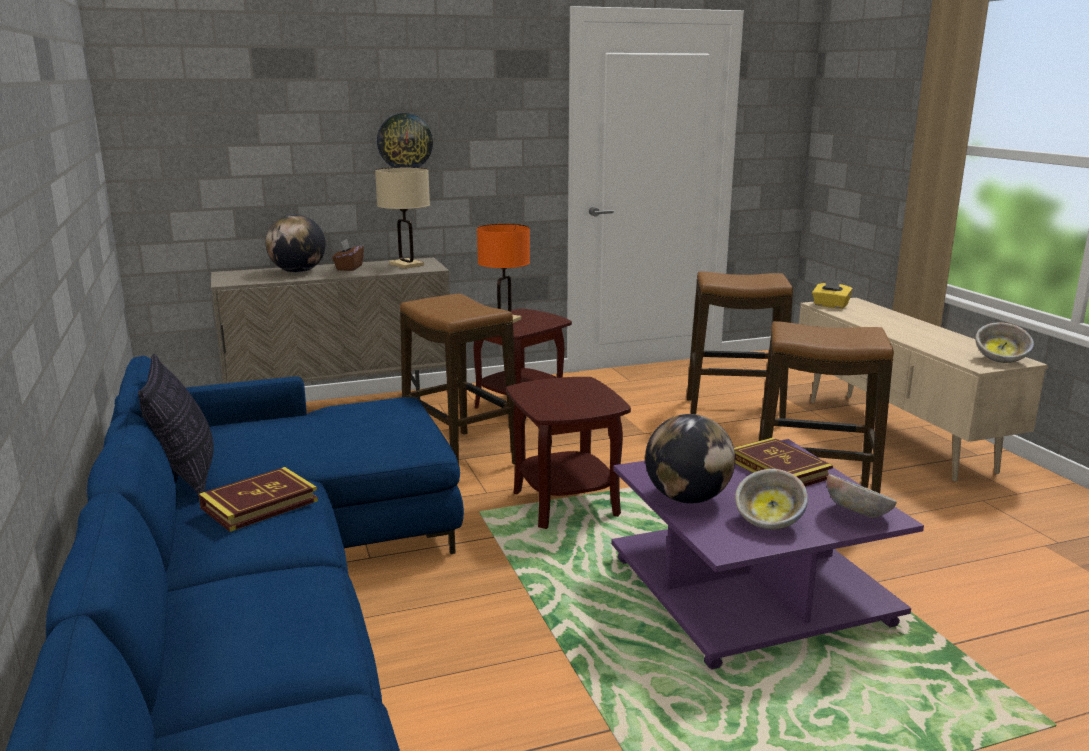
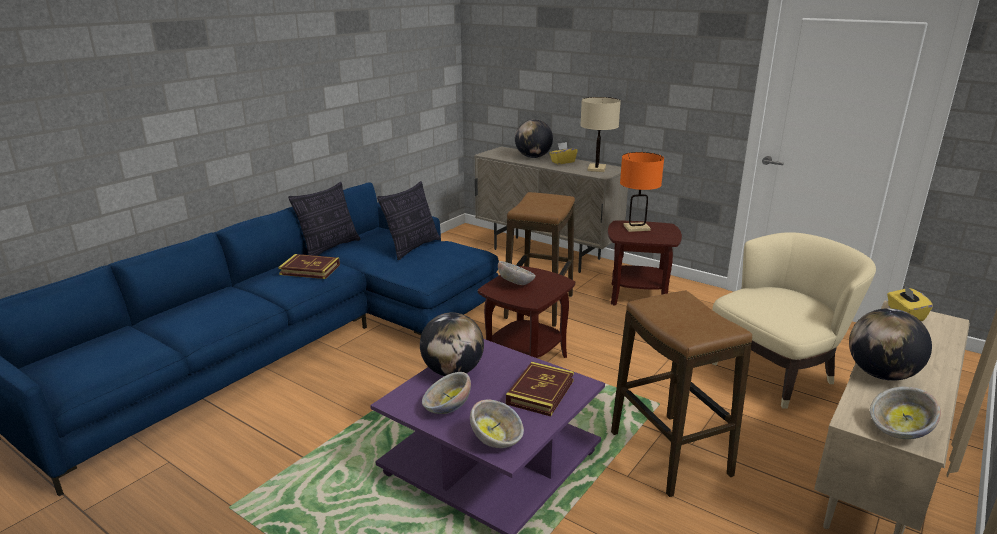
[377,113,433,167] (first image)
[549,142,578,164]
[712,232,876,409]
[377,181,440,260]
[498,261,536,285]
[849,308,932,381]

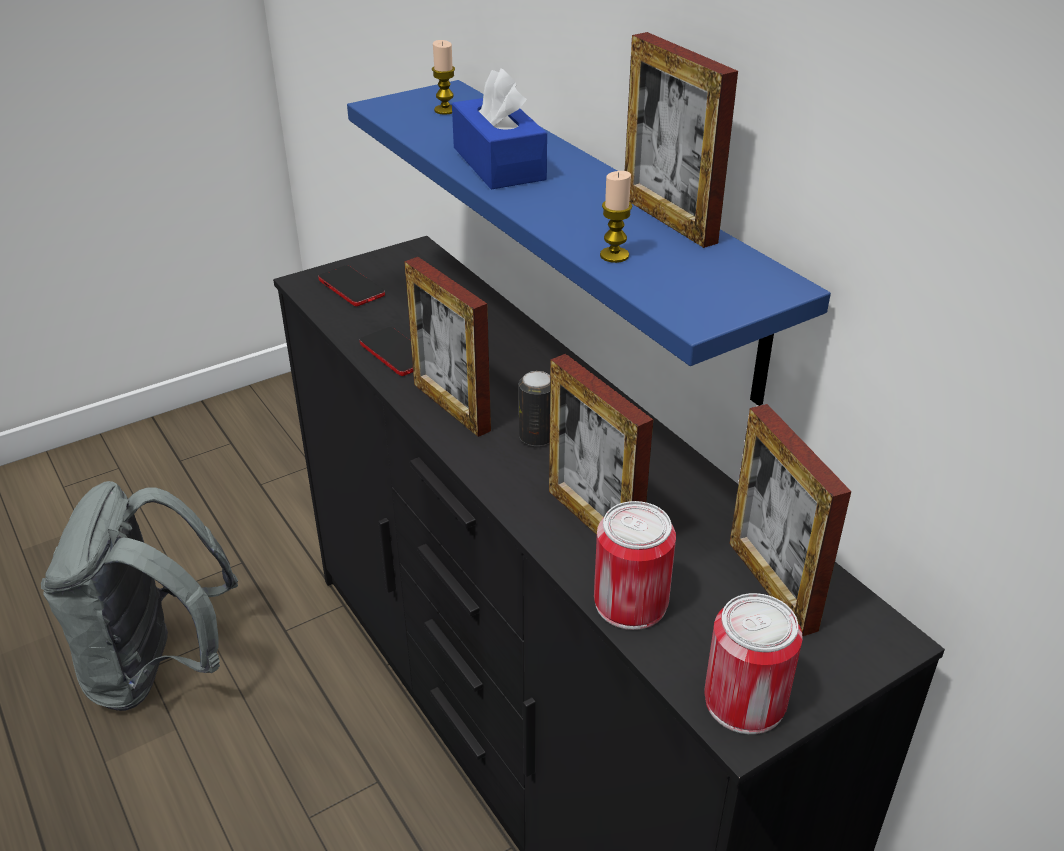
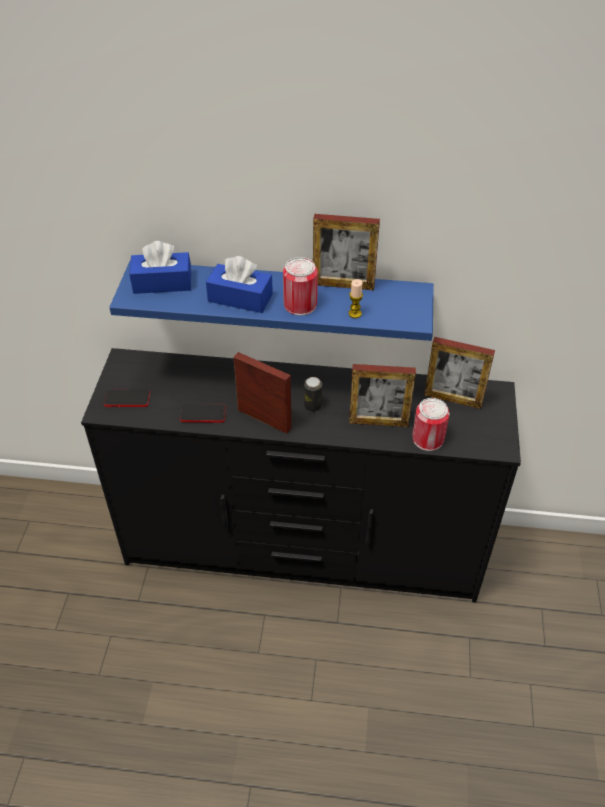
[129,241,191,294]
[234,352,291,434]
[41,481,238,711] (first image)
[283,257,318,316]

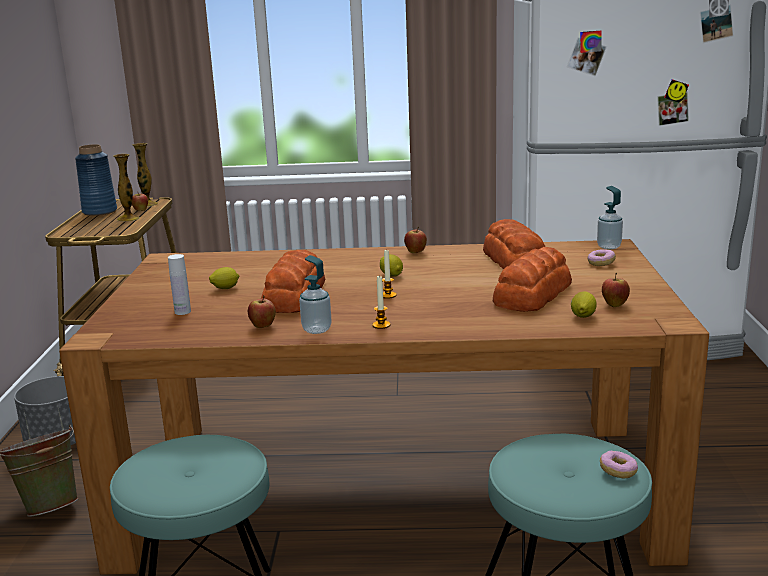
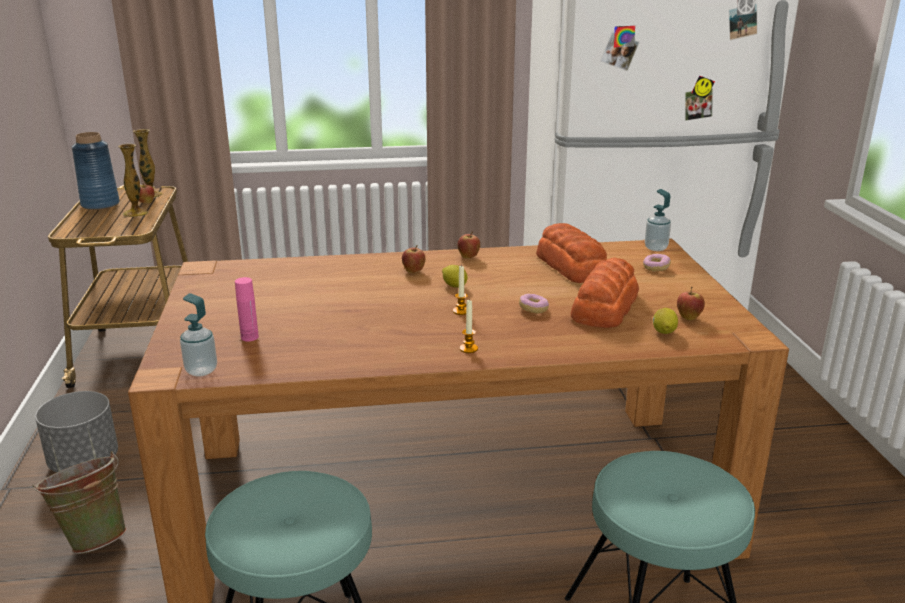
[261,250,325,313] (first image)
[235,277,259,342]
[180,293,217,376]
[209,267,239,289] (first image)
[402,245,426,273]
[519,294,549,313]

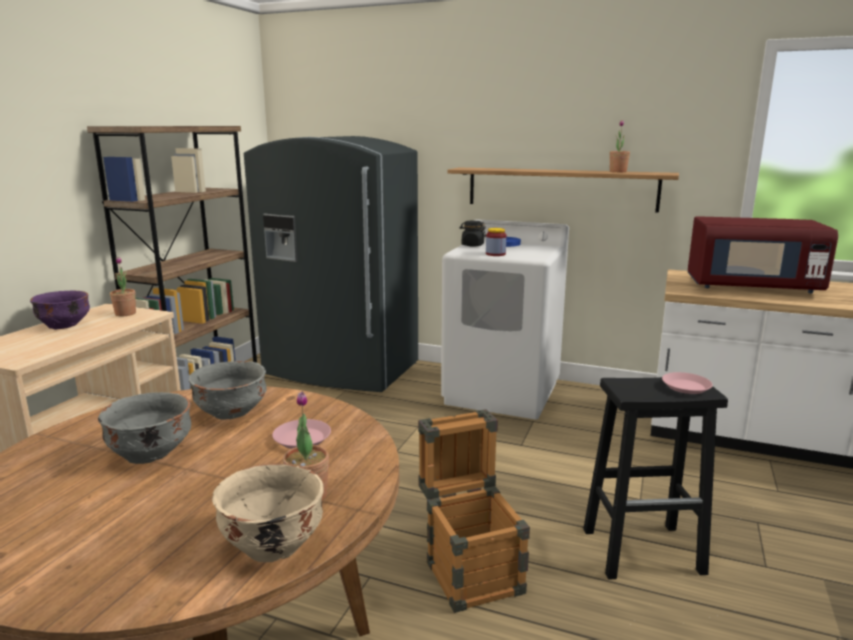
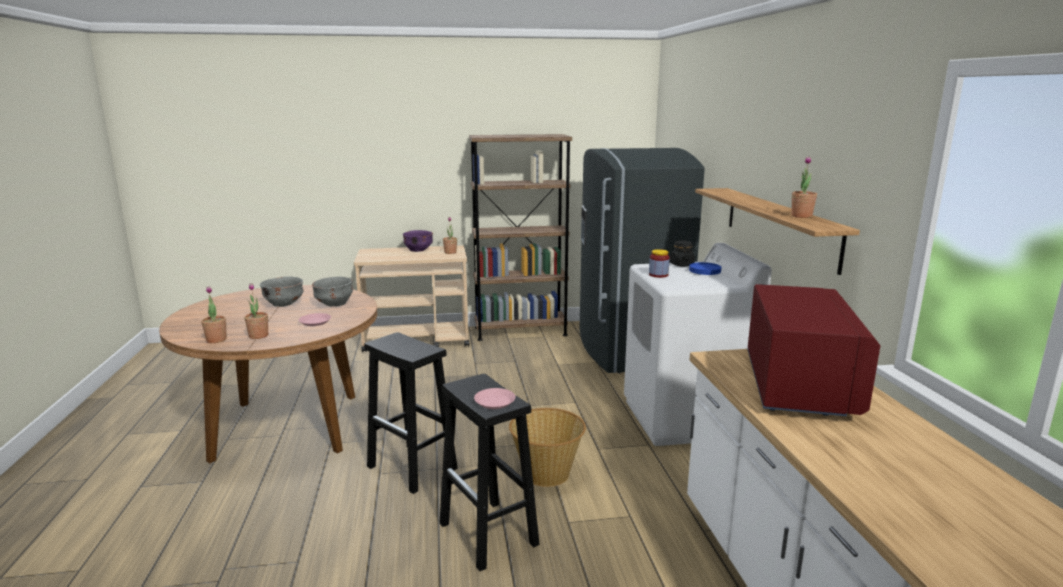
[748,284,880,416]
[364,332,458,494]
[201,286,227,343]
[509,408,586,487]

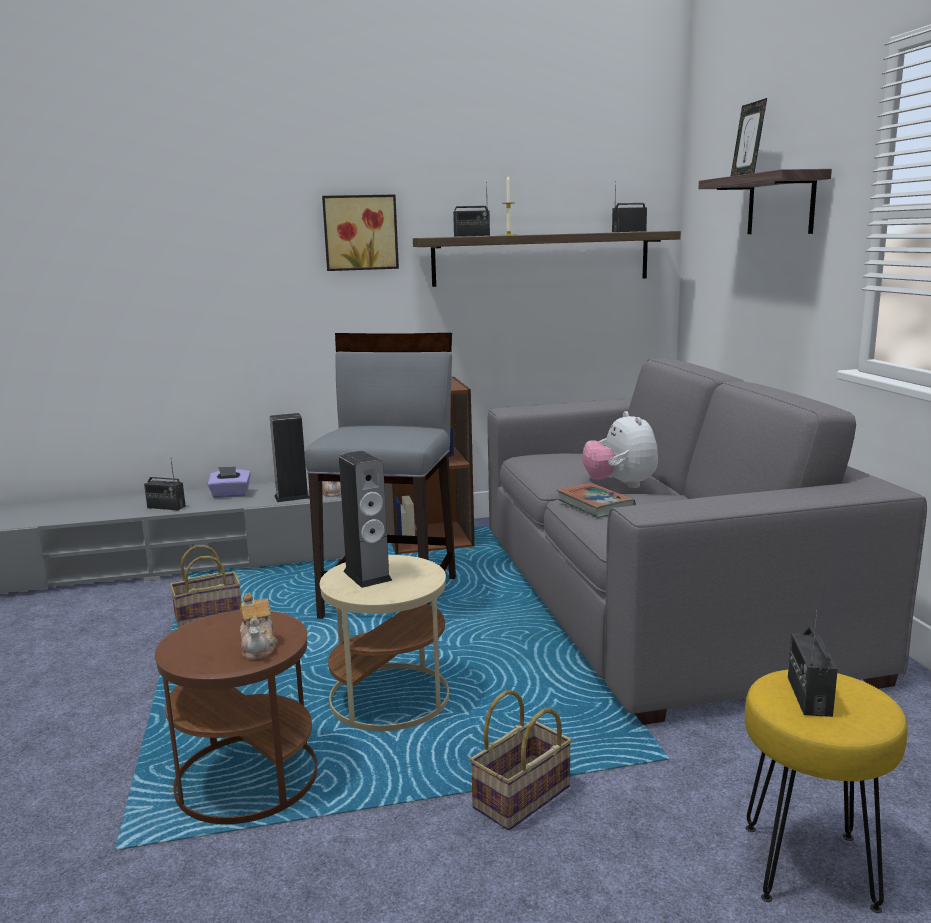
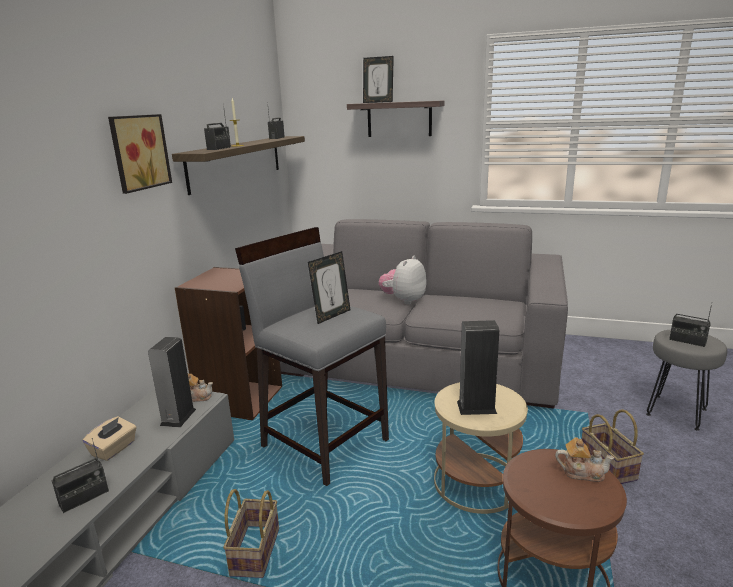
[379,256,427,305]
[83,416,137,461]
[556,483,636,518] (first image)
[646,330,727,431]
[308,251,350,324]

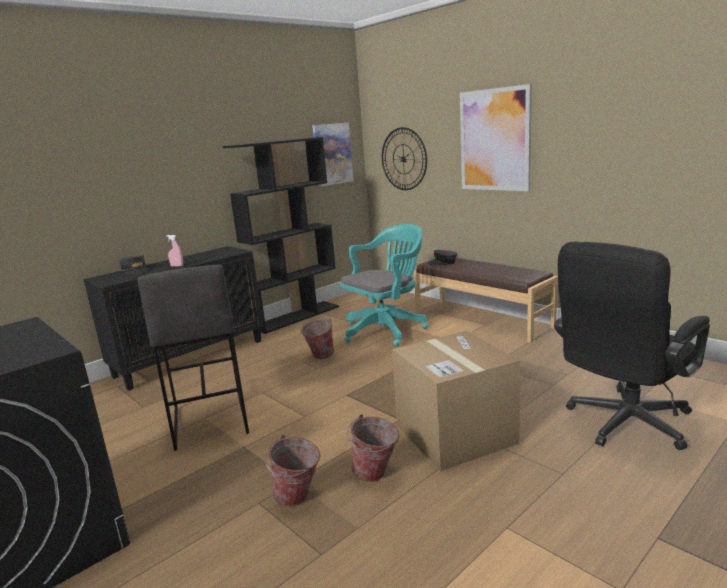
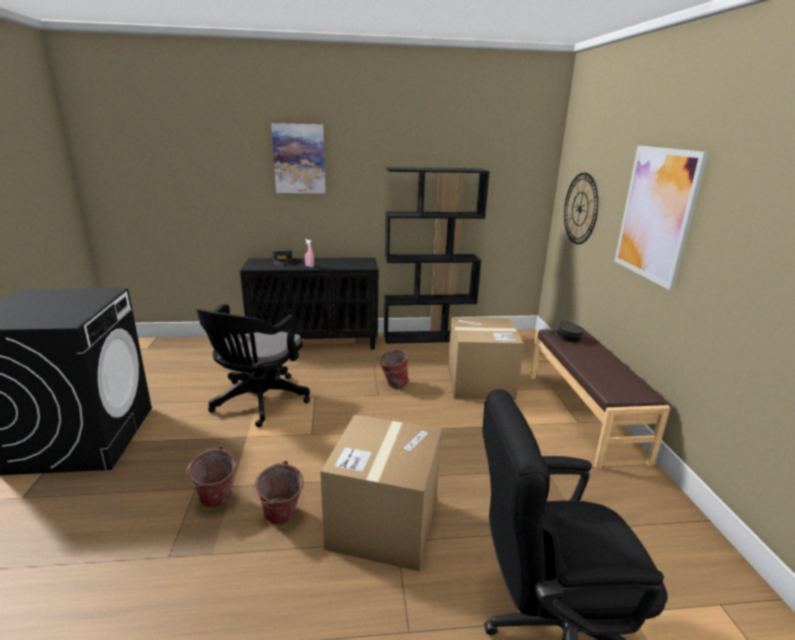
[271,123,325,193]
[448,317,524,400]
[196,304,310,427]

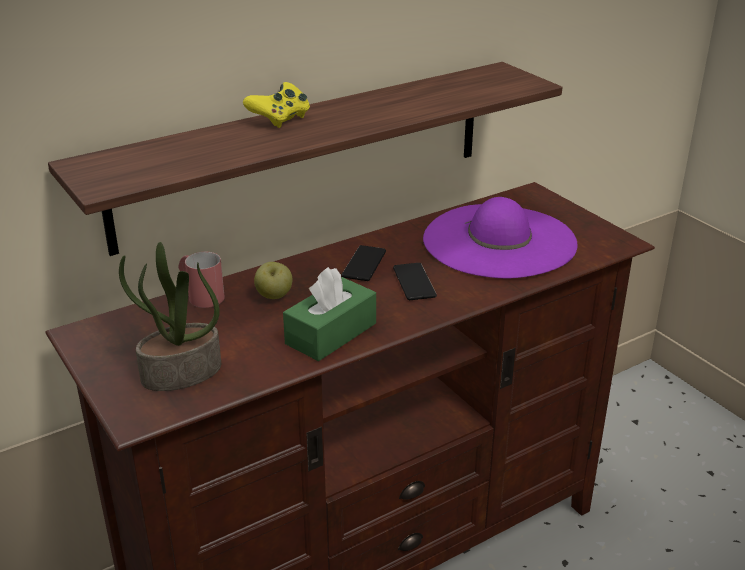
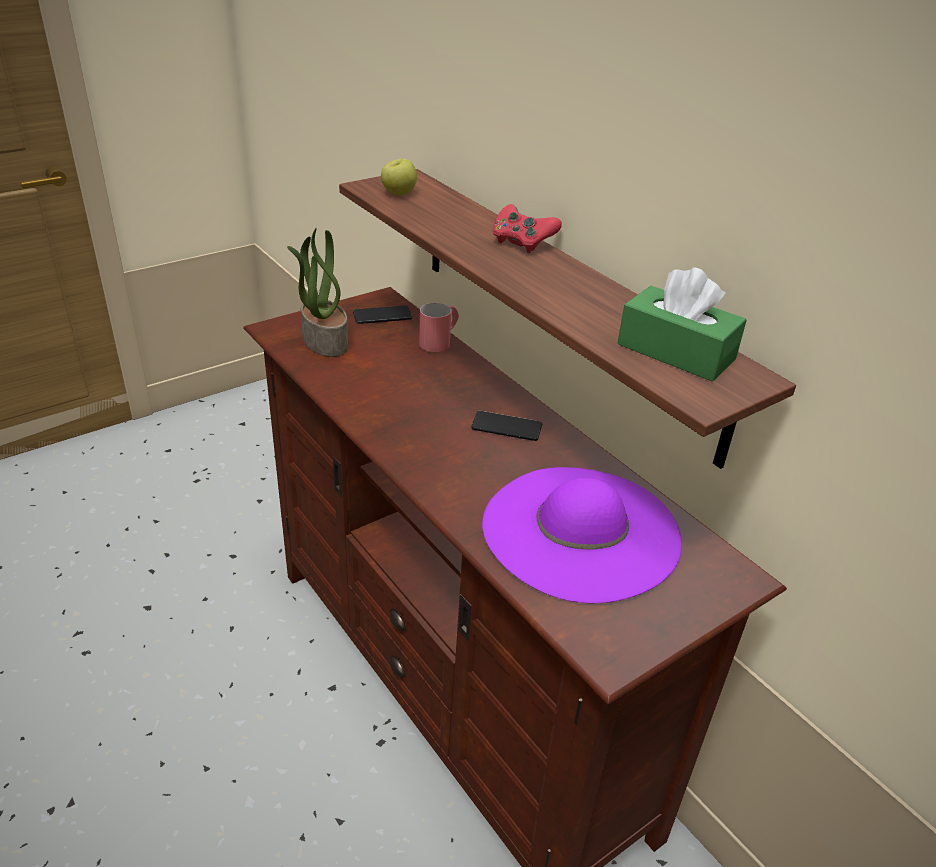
[492,204,562,253]
[381,159,417,195]
[353,305,412,324]
[618,267,747,381]

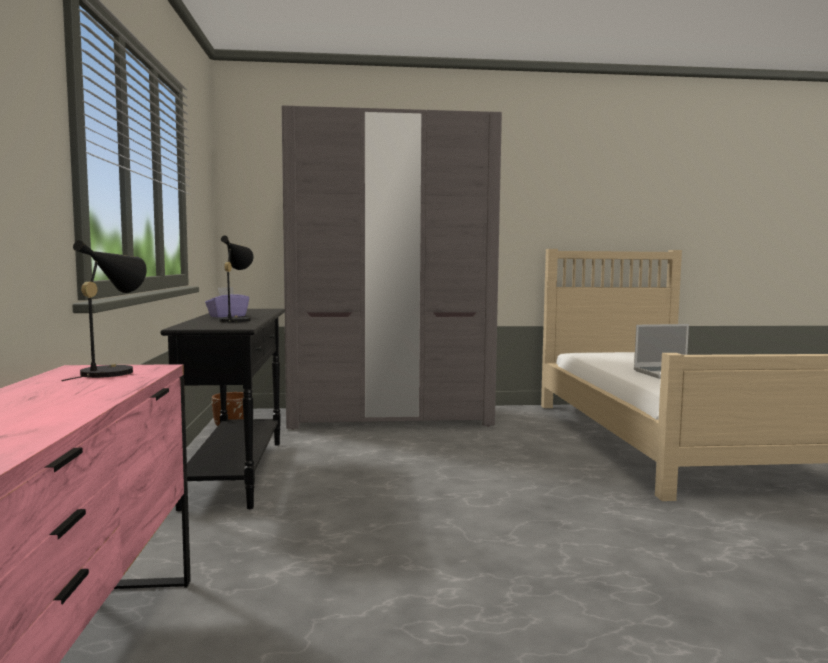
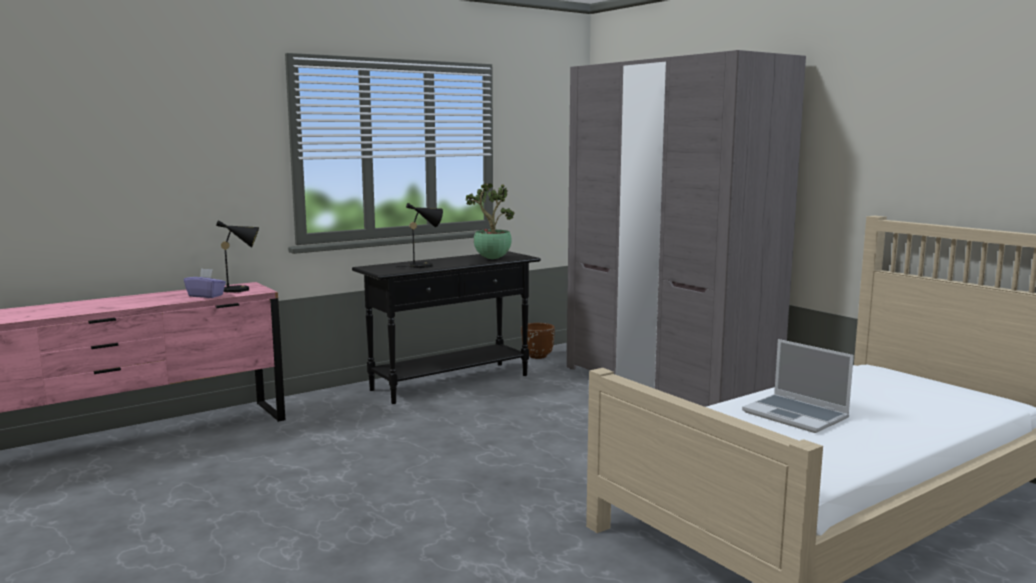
[184,268,226,298]
[466,183,514,259]

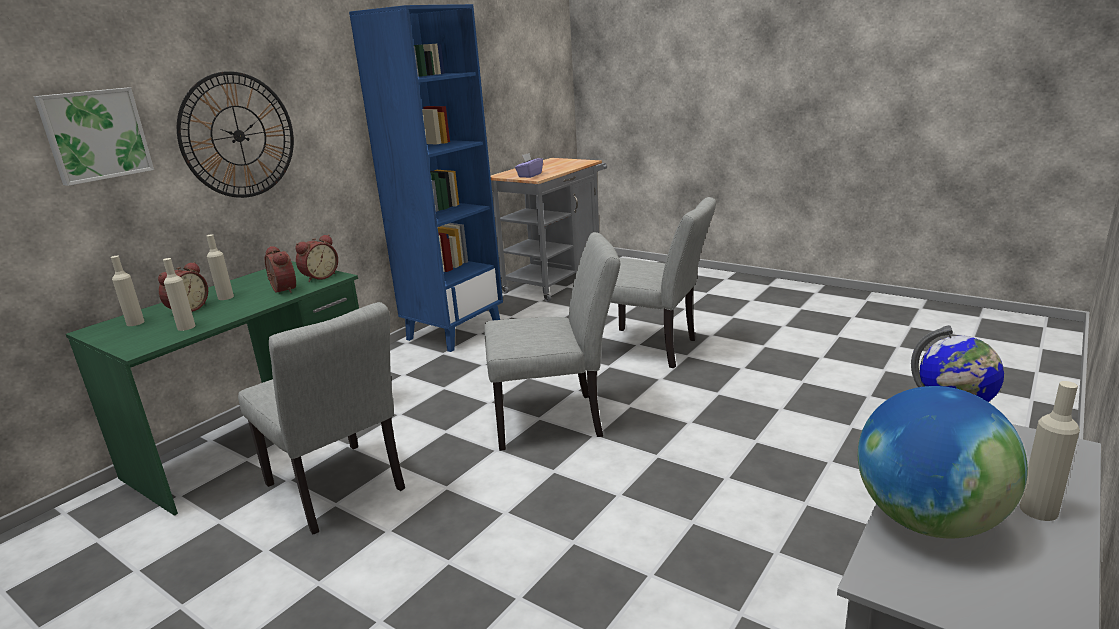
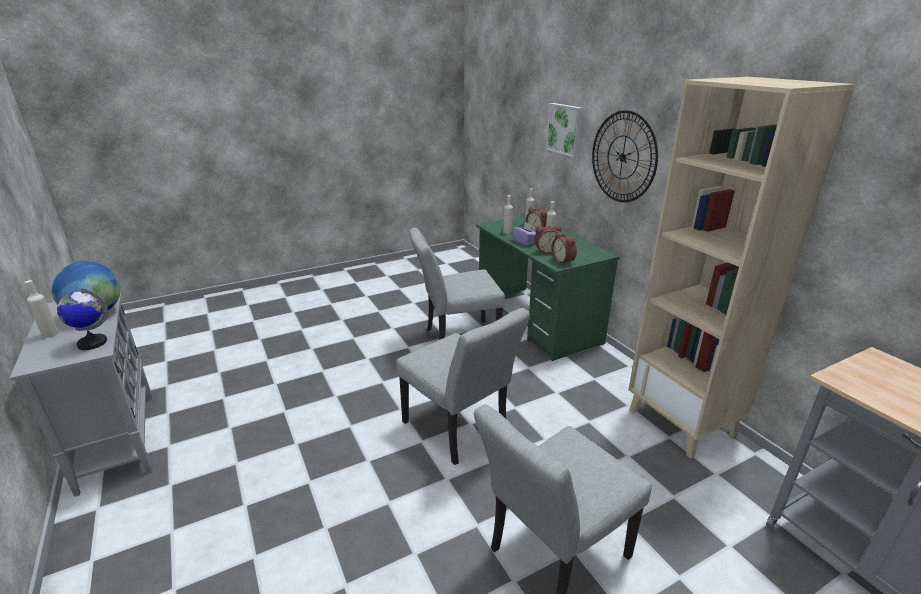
[628,77,855,459]
[512,222,536,246]
[396,308,530,465]

